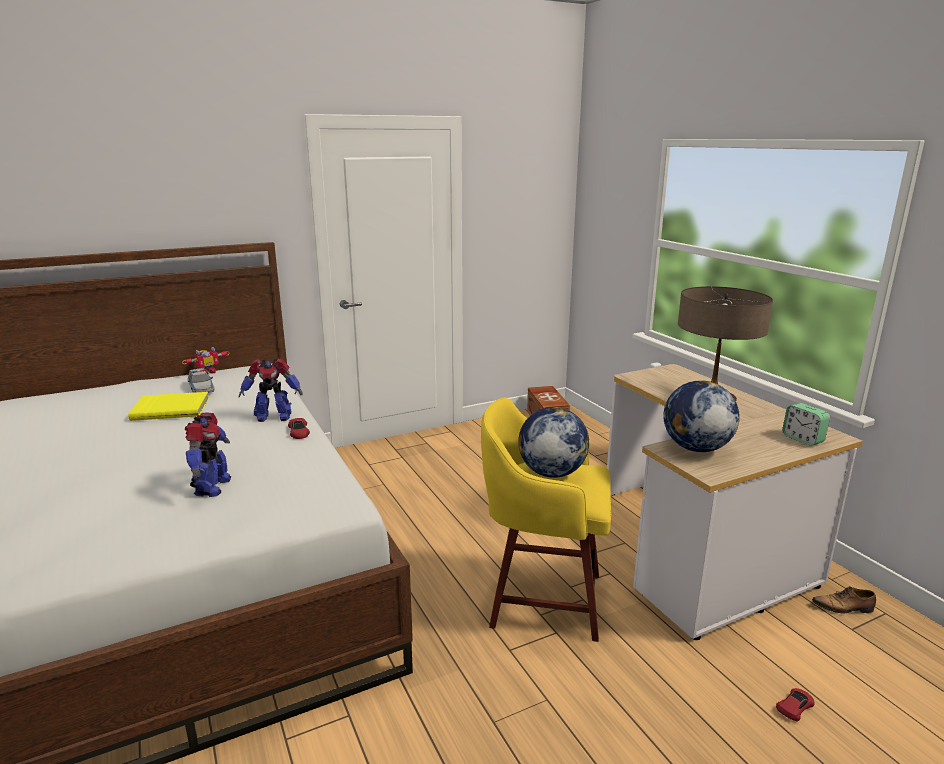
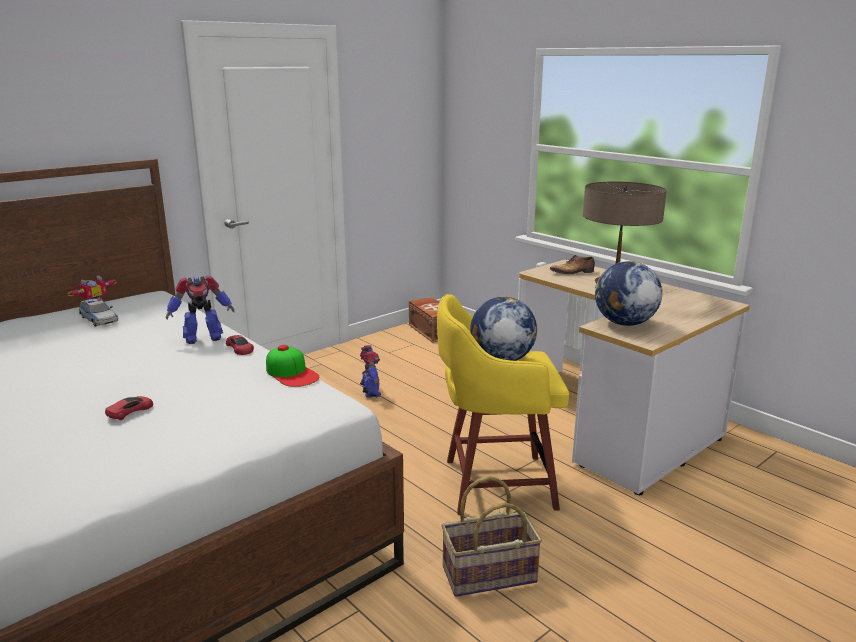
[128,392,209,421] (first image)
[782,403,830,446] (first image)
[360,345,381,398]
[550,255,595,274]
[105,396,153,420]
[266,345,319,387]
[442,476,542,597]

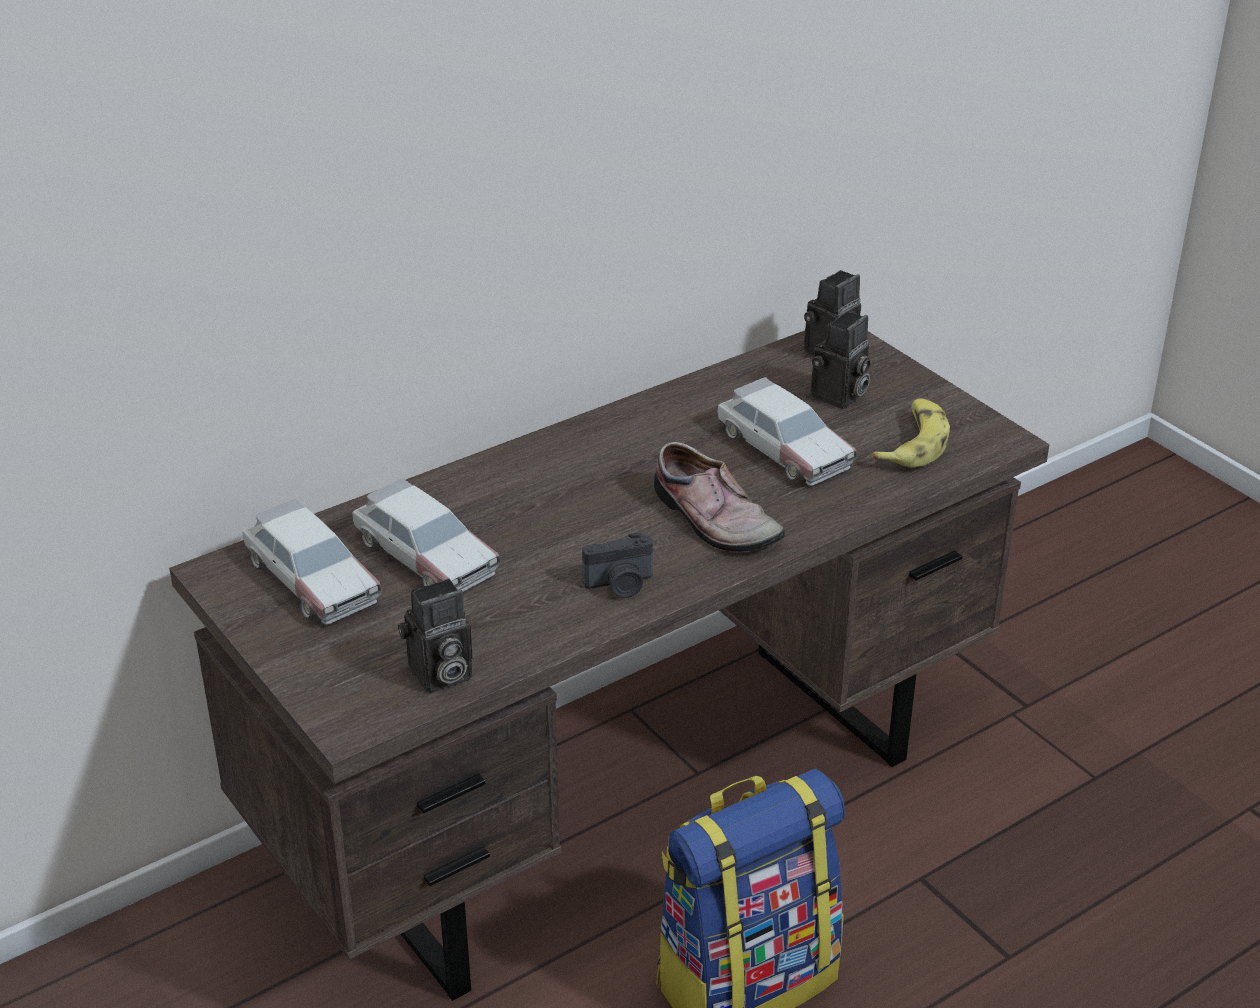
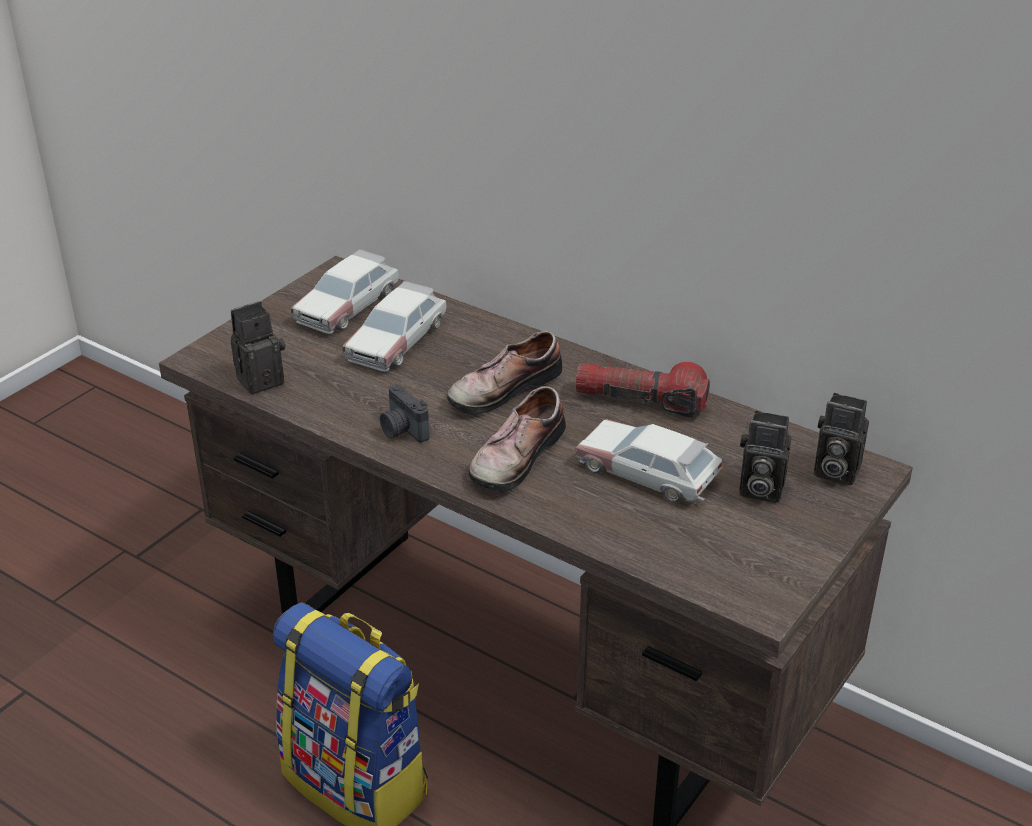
[575,419,722,503]
[871,398,950,467] (first image)
[230,301,285,394]
[447,331,562,415]
[575,361,710,418]

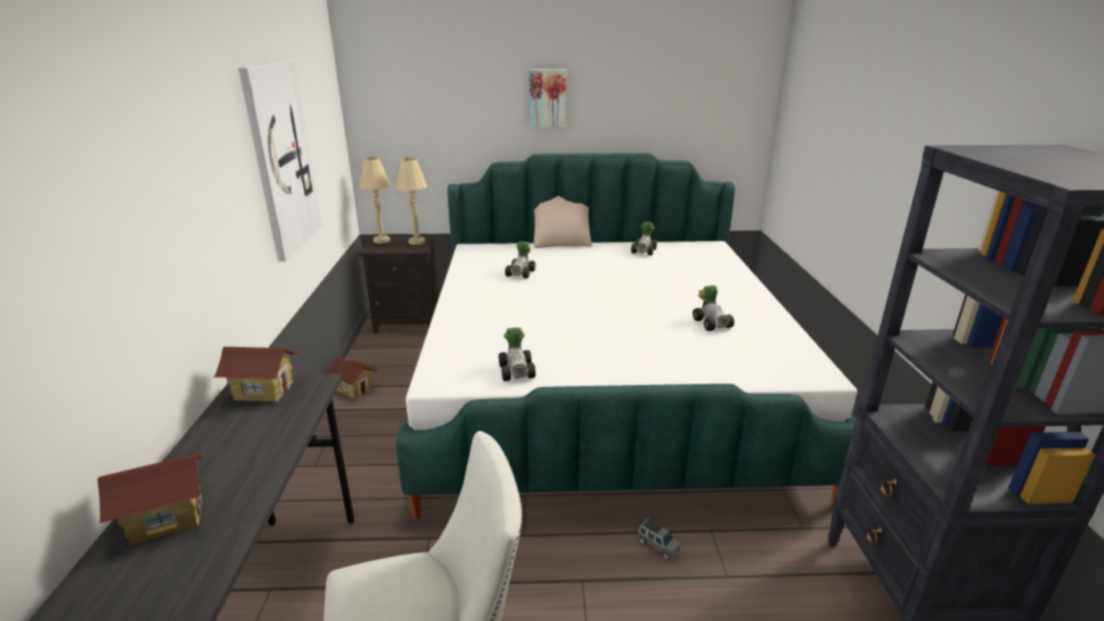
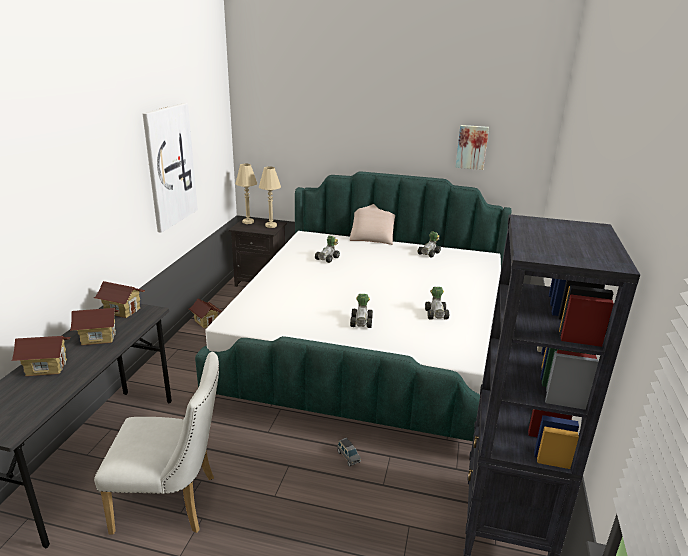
[455,125,489,170]
[350,294,373,328]
[70,308,119,345]

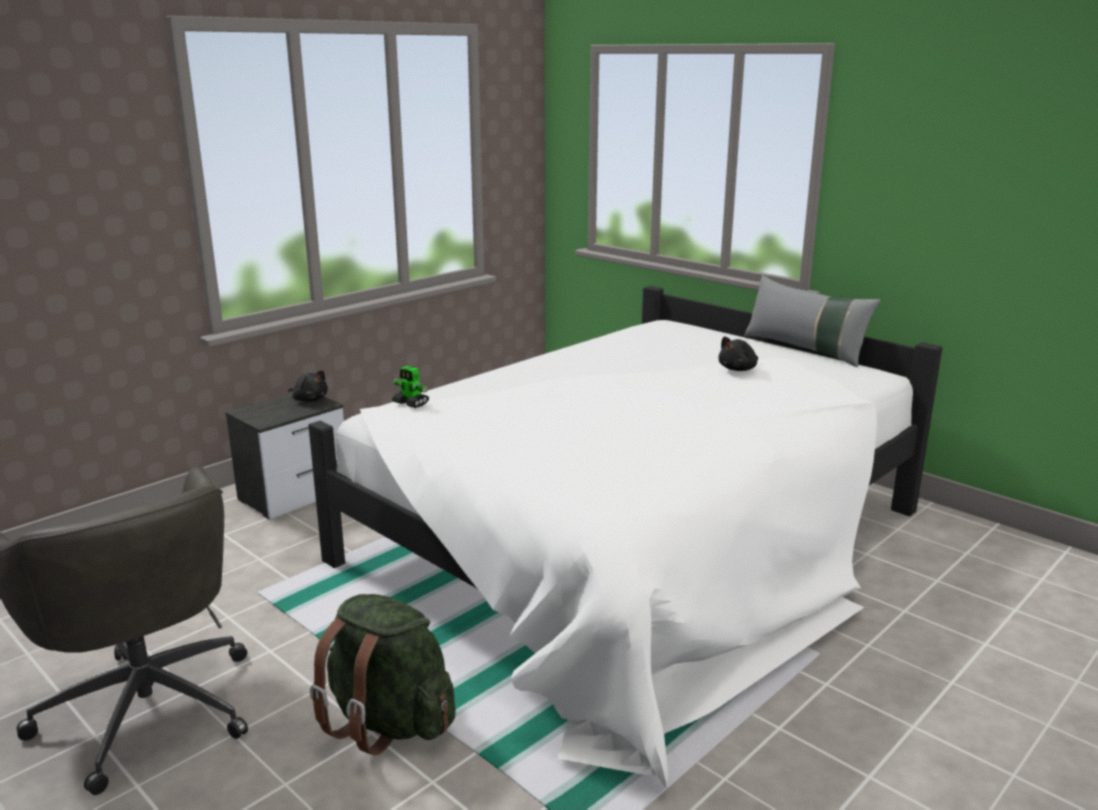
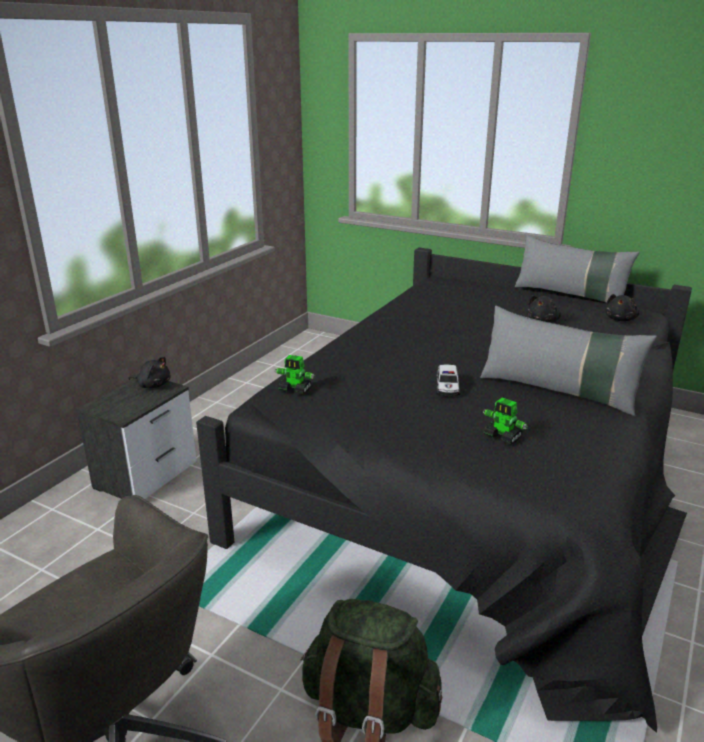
[196,247,692,733]
[605,294,640,321]
[480,306,657,416]
[436,364,460,396]
[483,398,528,445]

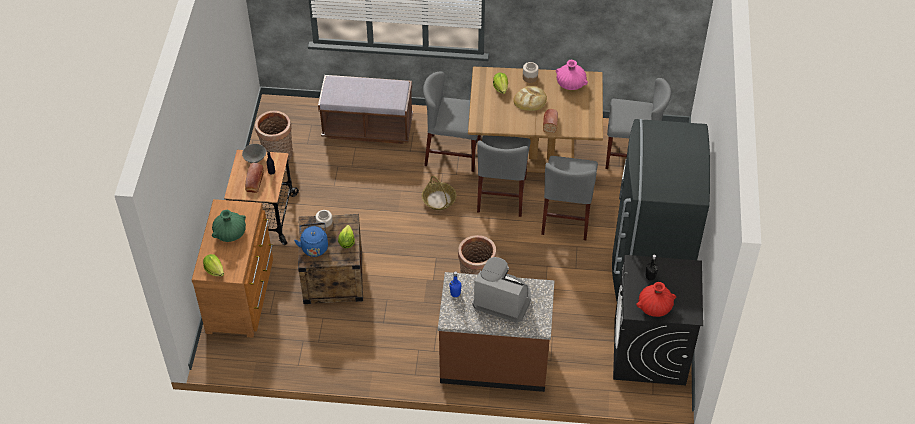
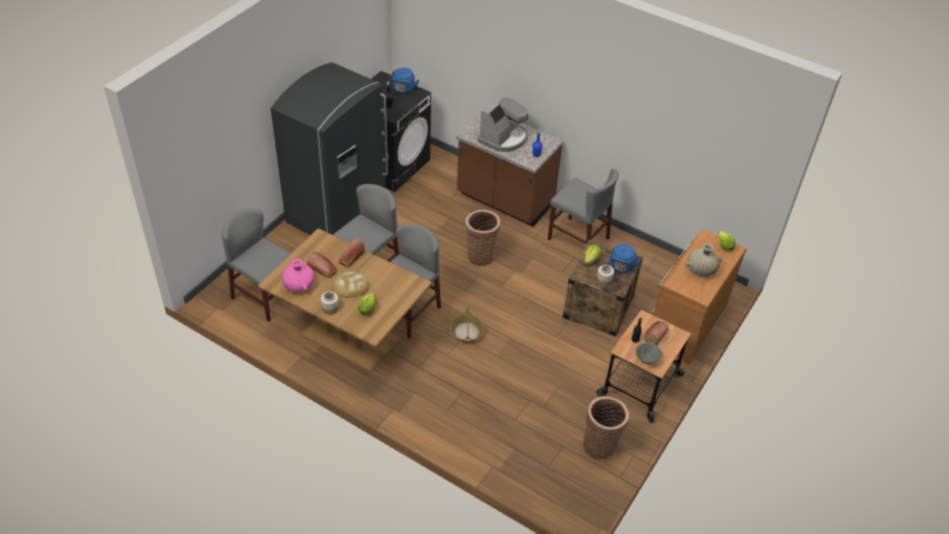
[548,169,618,245]
[318,75,413,144] (first image)
[685,243,722,276]
[478,92,528,152]
[389,68,419,94]
[307,252,337,278]

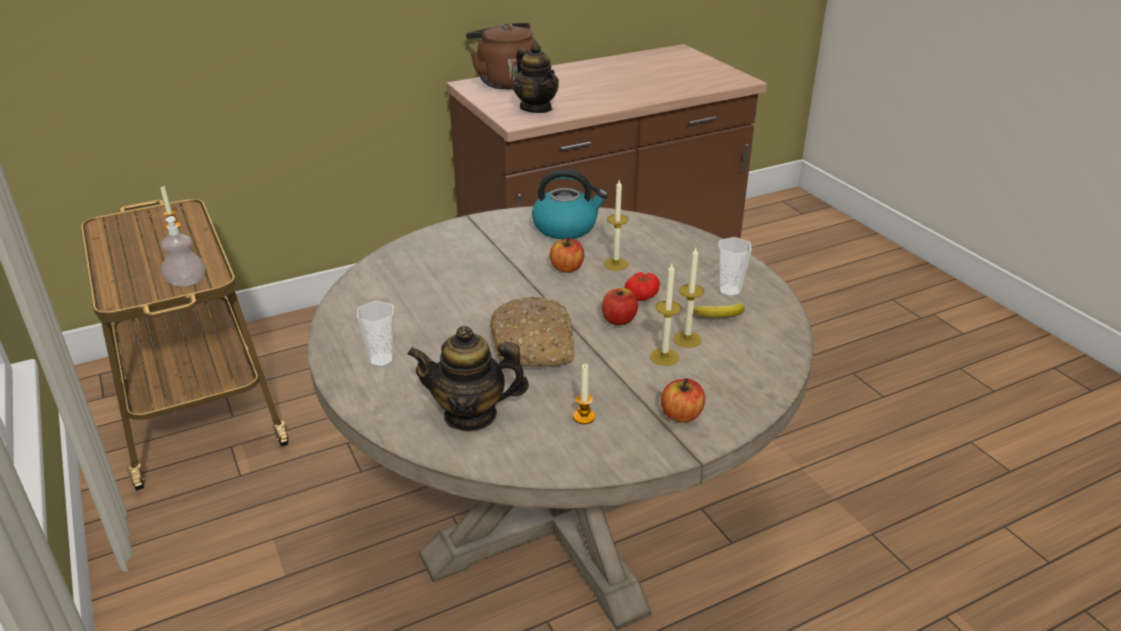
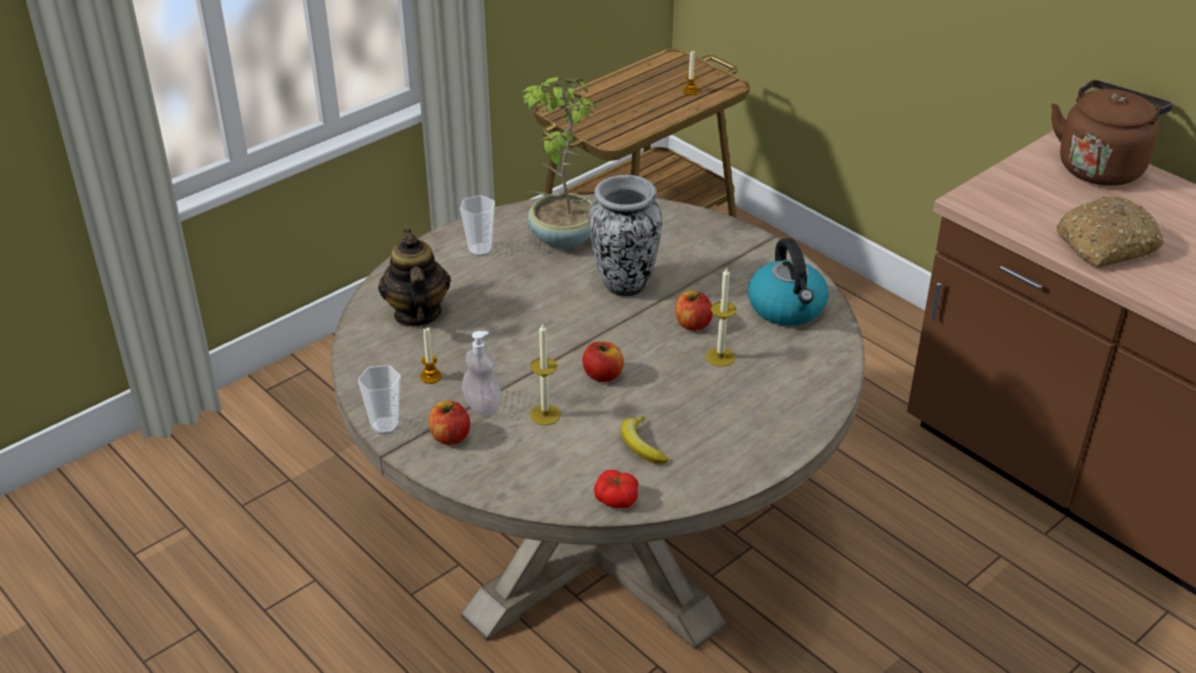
[513,43,559,113] (first image)
[462,331,502,415]
[358,365,401,435]
[673,248,704,348] (first image)
[594,470,639,508]
[1057,196,1164,267]
[522,77,597,249]
[589,175,662,297]

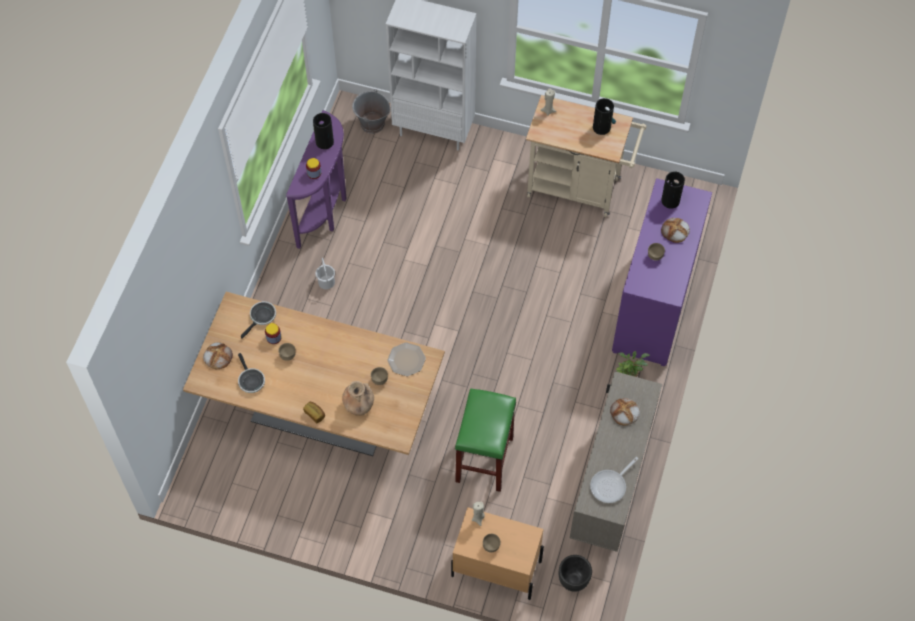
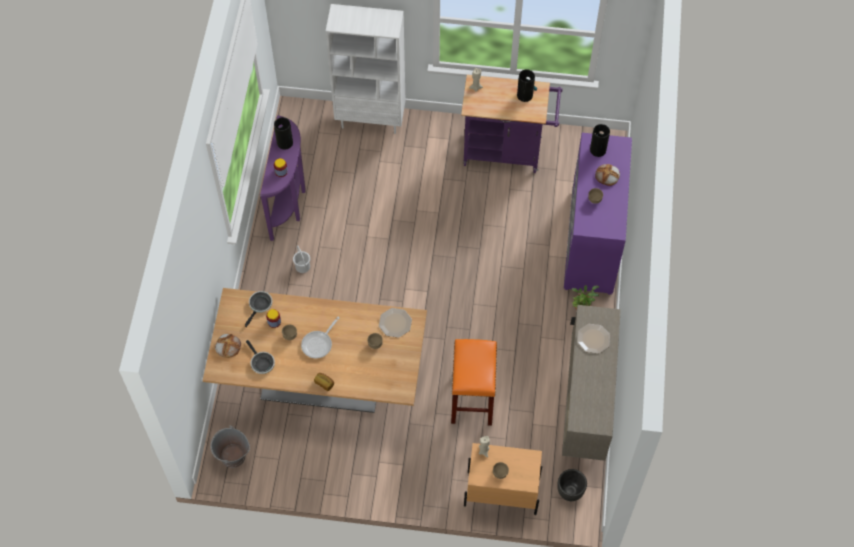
[210,425,250,468]
[461,75,562,173]
[342,381,374,416] (first image)
[451,339,497,426]
[577,324,610,354]
[301,317,340,358]

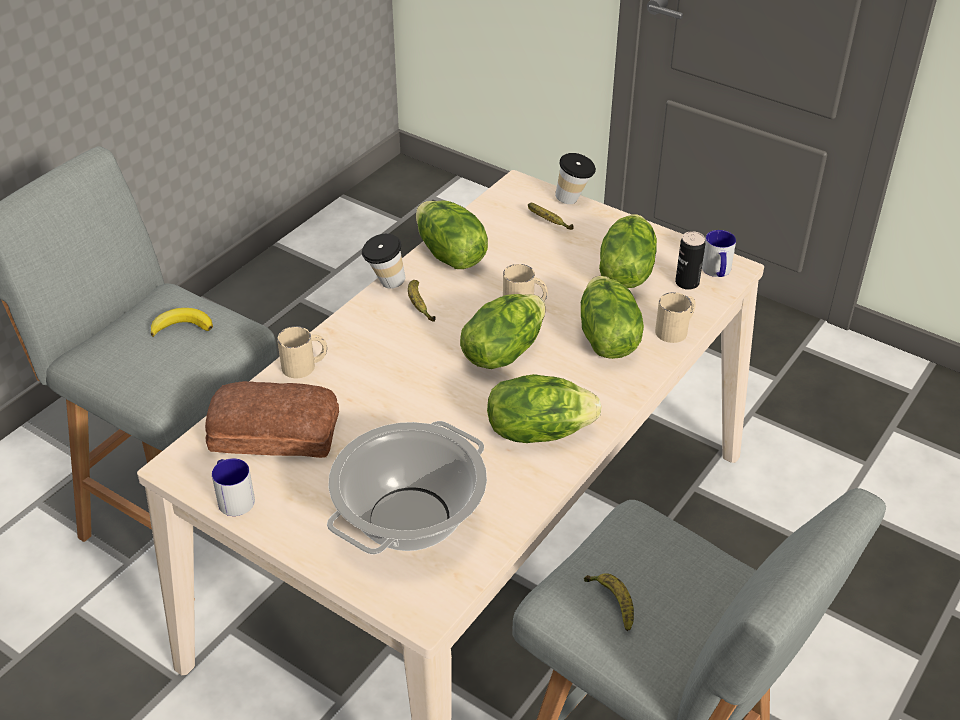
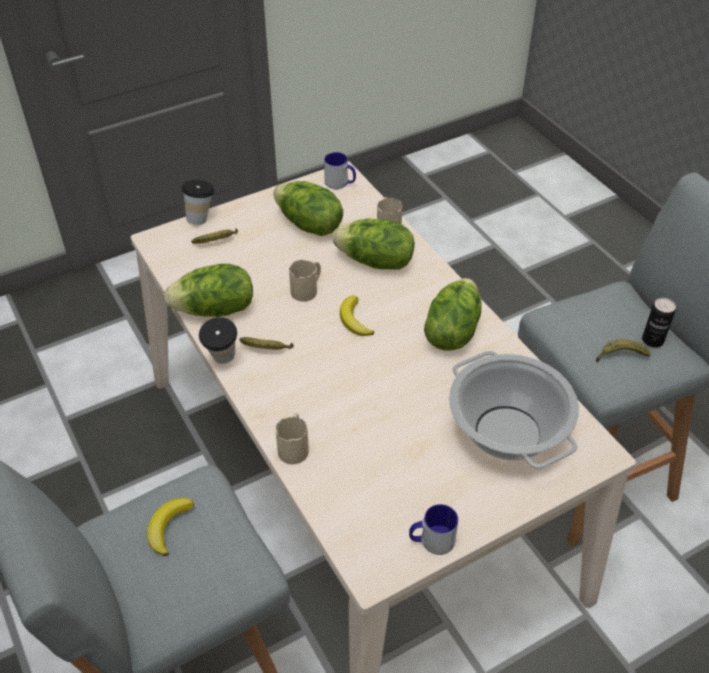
[642,298,676,347]
[340,295,374,336]
[205,381,339,458] (first image)

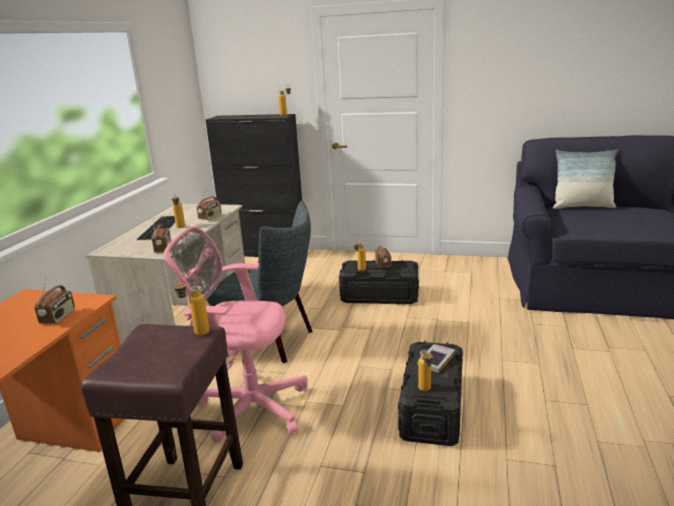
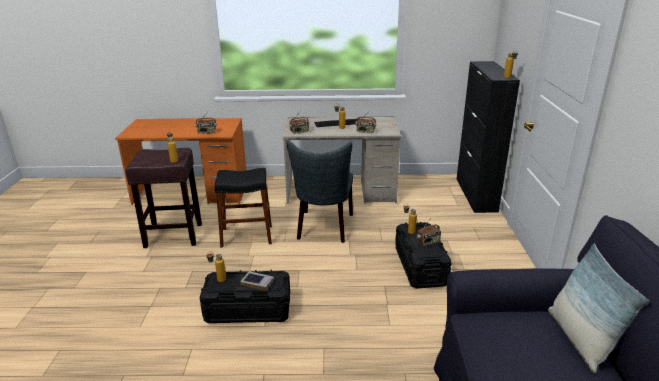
[215,168,272,247]

